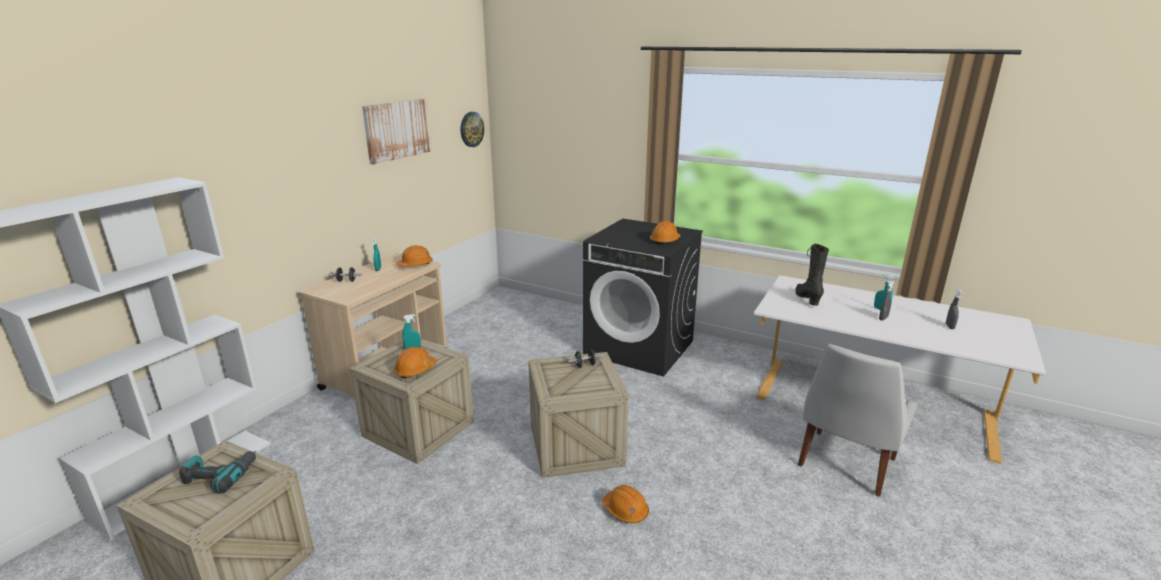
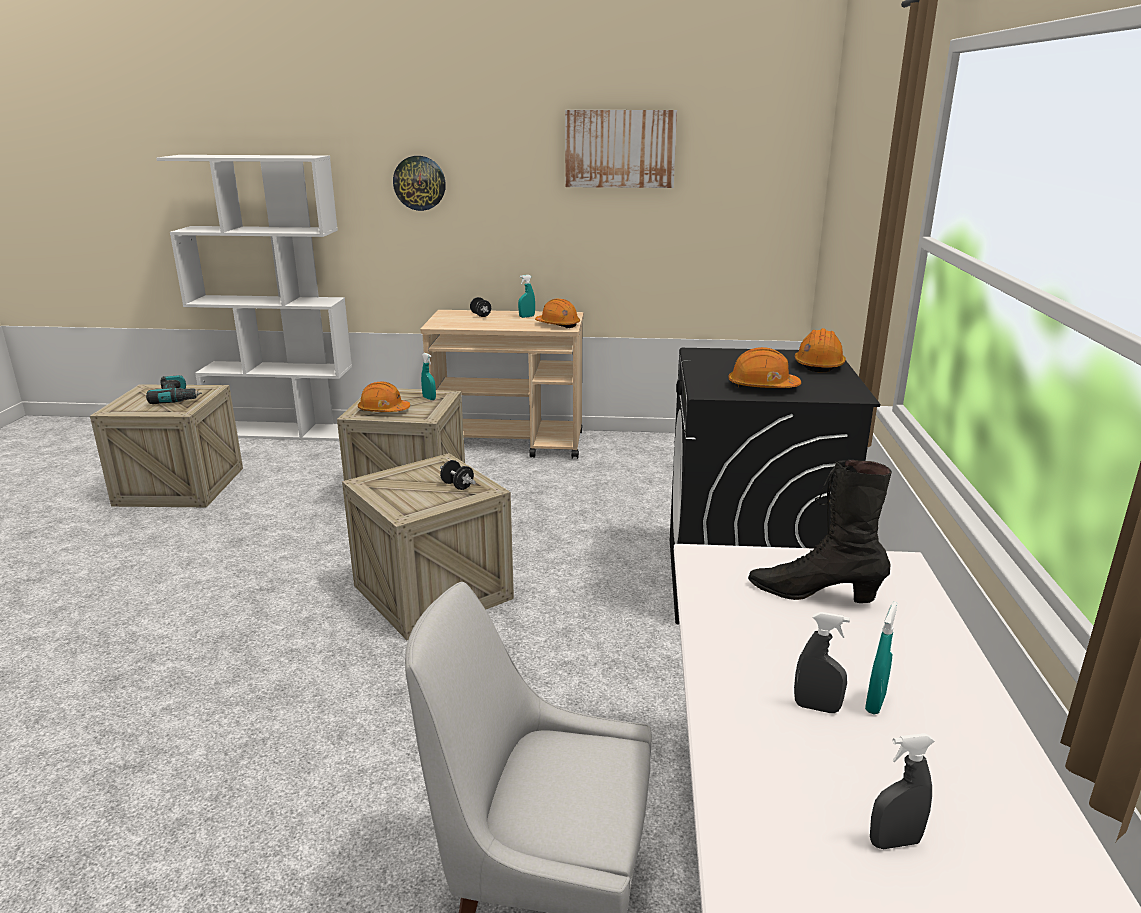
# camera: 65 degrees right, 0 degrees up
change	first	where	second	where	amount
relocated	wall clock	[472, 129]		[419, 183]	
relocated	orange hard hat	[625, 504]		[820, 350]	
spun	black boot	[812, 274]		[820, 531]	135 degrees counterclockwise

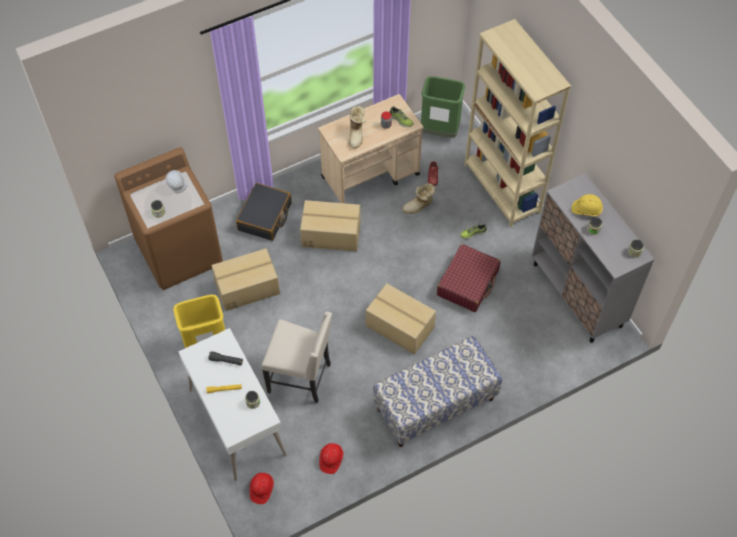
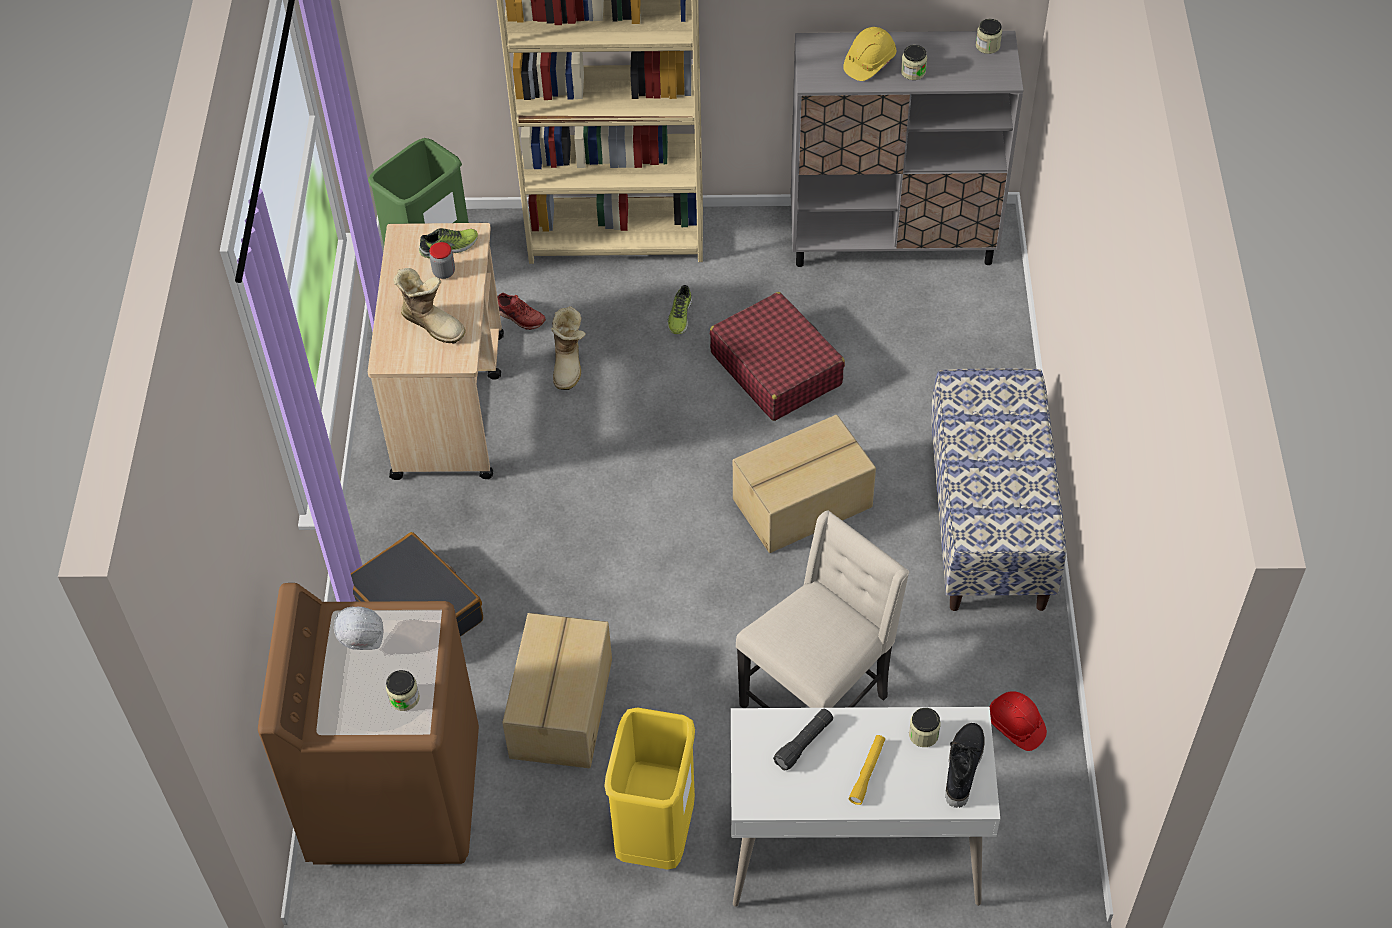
# camera: 60 degrees left, 5 degrees down
change	first	where	second	where	amount
missing	red hard hat	[261, 488]			
missing	cardboard box	[330, 225]			
appeared			black boot	[965, 765]	

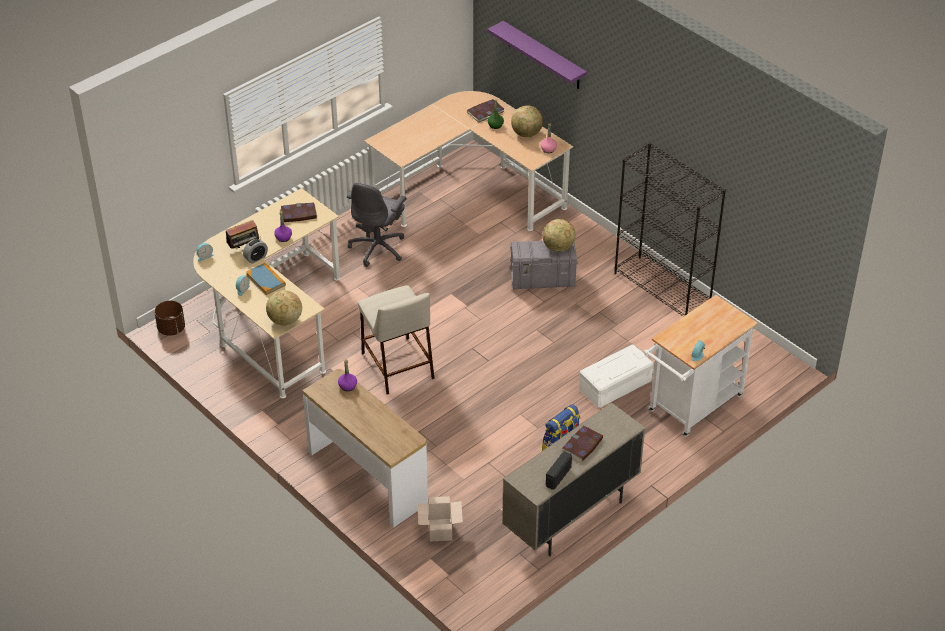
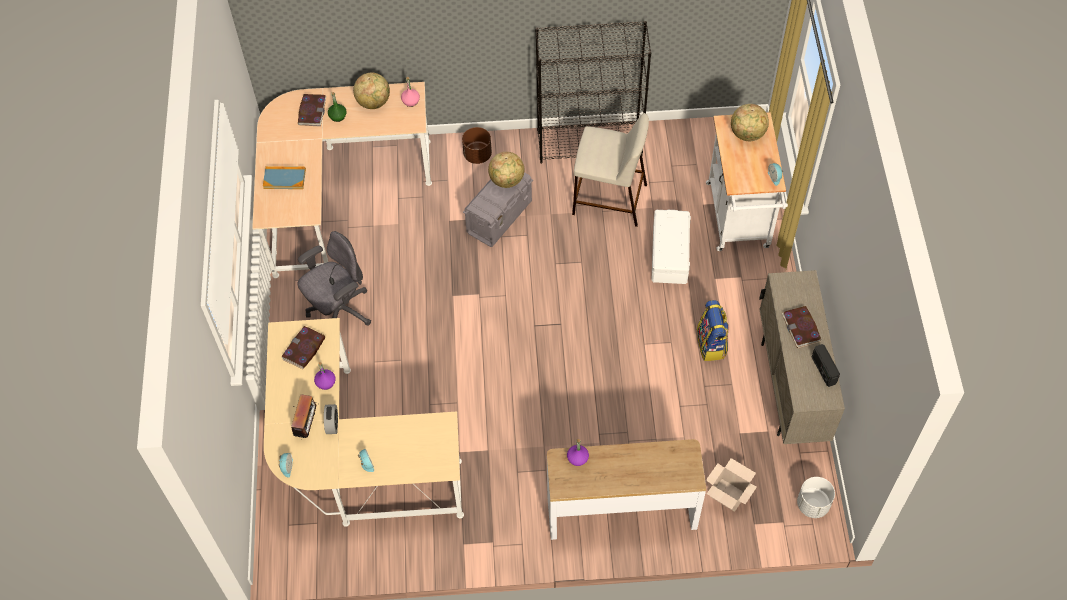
# camera: 50 degrees left, 15 degrees up
change	first	where	second	where	amount
missing	purple shelf	[537, 55]			
appeared			white planter	[816, 497]	
relocated	brown planter	[169, 318]		[477, 145]	
relocated	book	[266, 279]		[284, 177]	
relocated	globe	[284, 308]		[750, 122]	
relocated	beige stool	[396, 340]		[610, 170]	
spun	grey office chair	[376, 224]		[334, 278]	105 degrees counterclockwise

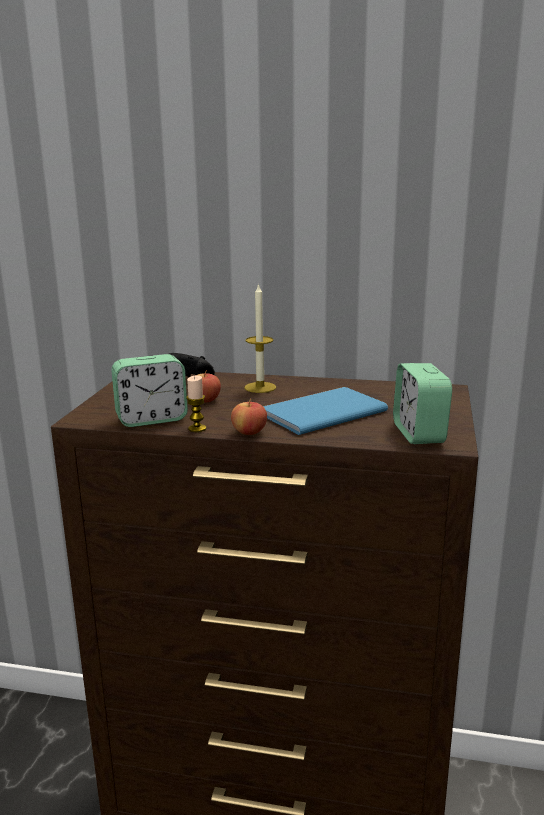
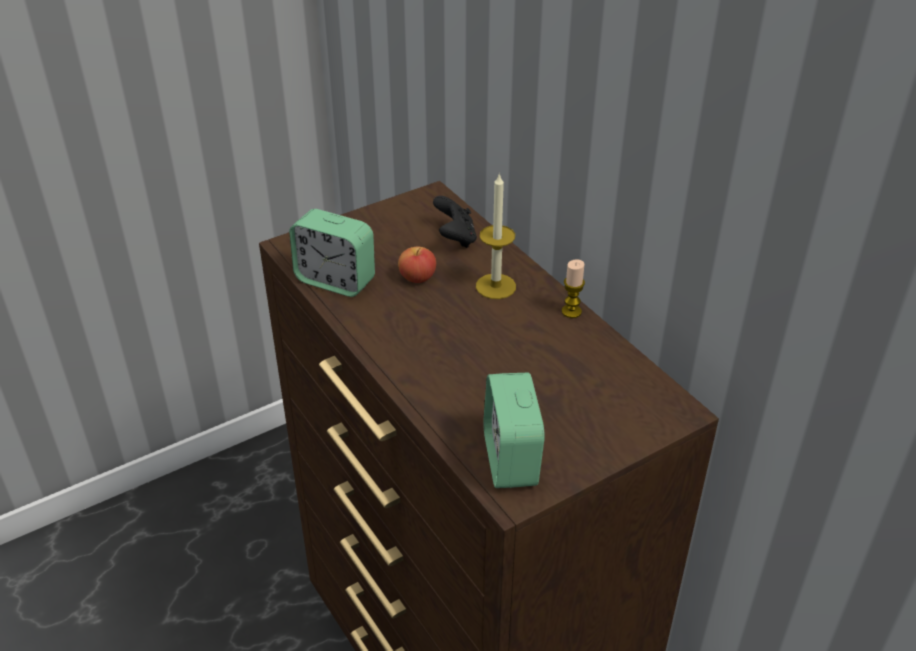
# camera: 45 degrees right, 20 degrees up
change	first	where	second	where	amount
missing	apple	[249, 416]			
missing	blue book	[325, 411]			
relocated	candle	[196, 403]		[573, 288]	
spun	alarm clock	[422, 403]		[514, 430]	45 degrees counterclockwise

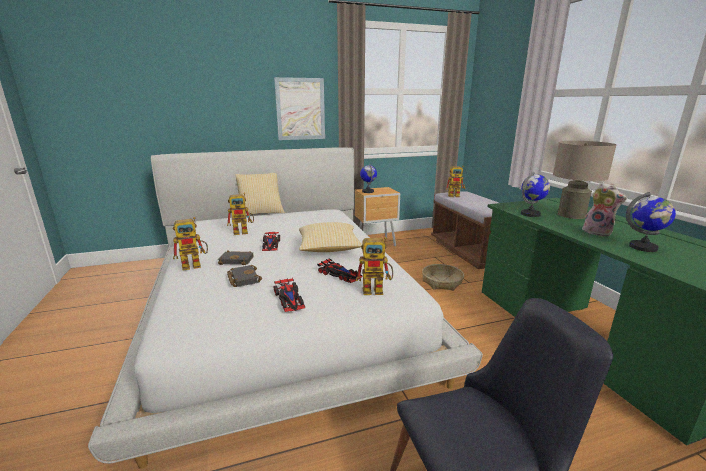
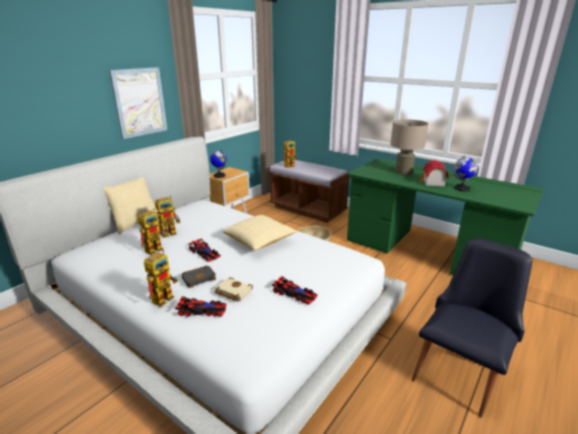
# camera: 35 degrees left, 5 degrees up
change	first	where	second	where	amount
missing	globe	[535, 194]			
relocated	toy car	[340, 271]		[201, 306]	
relocated	toy robot	[374, 266]		[167, 217]	
exchanged	plush toy	[604, 209]	toy house	[433, 173]	
colour	black book	[244, 276]	beige book	[233, 289]	

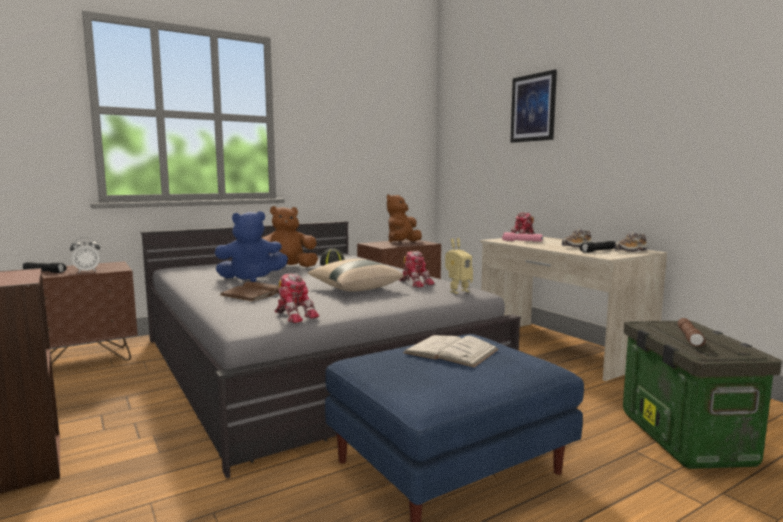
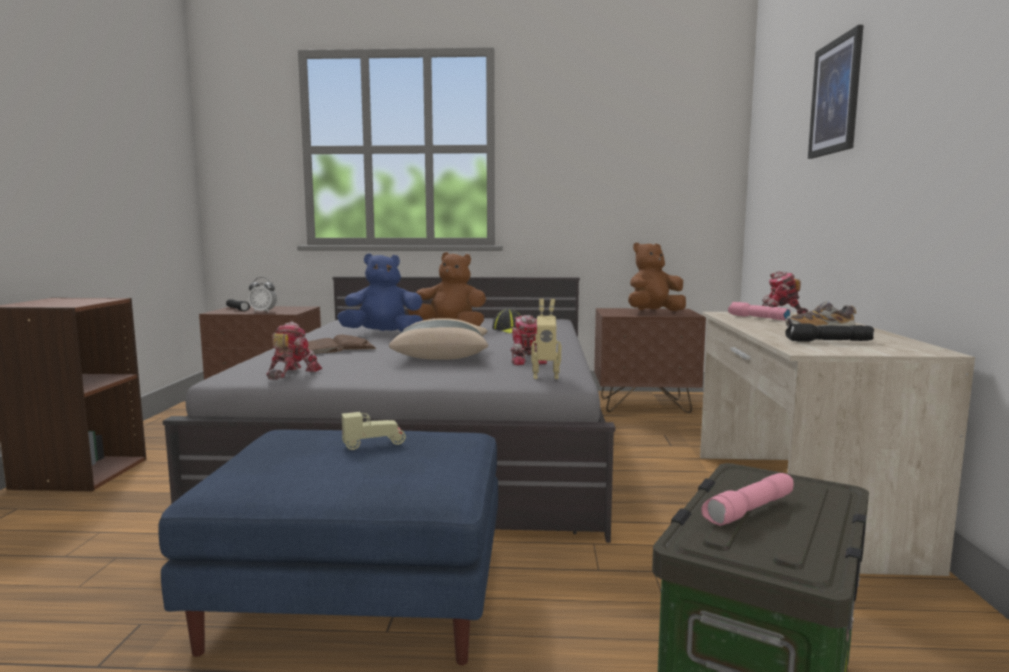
# camera: 35 degrees right, 0 degrees up
change	first	where	second	where	amount
missing	shoe	[630, 242]			
exchanged	white book	[451, 351]	beige toy car	[374, 431]	
colour	brown flashlight	[692, 332]	pink flashlight	[747, 499]	
spun	blue plush toy	[251, 246]		[380, 293]	150 degrees clockwise
spun	toy robot	[297, 298]		[294, 351]	150 degrees counterclockwise

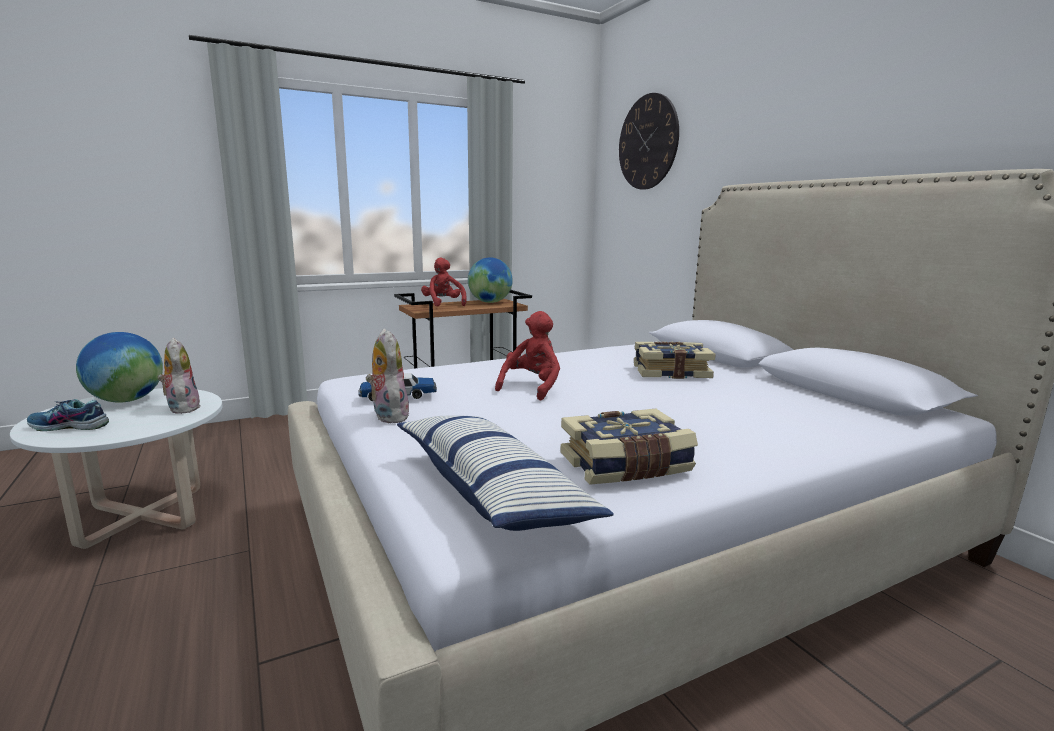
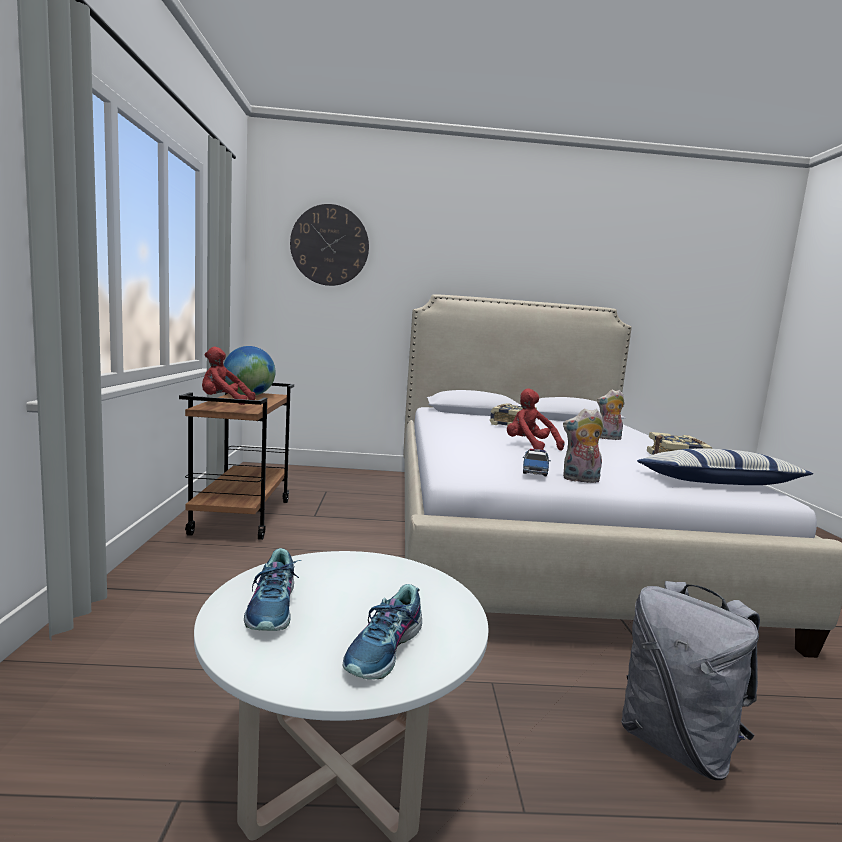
# camera: 65 degrees left, 5 degrees down
change	first	where	second	where	amount
appeared			grey backpack	[690, 680]	
relocated	plush toy	[179, 376]		[611, 415]	
exchanged	globe	[119, 367]	shoe	[273, 589]	

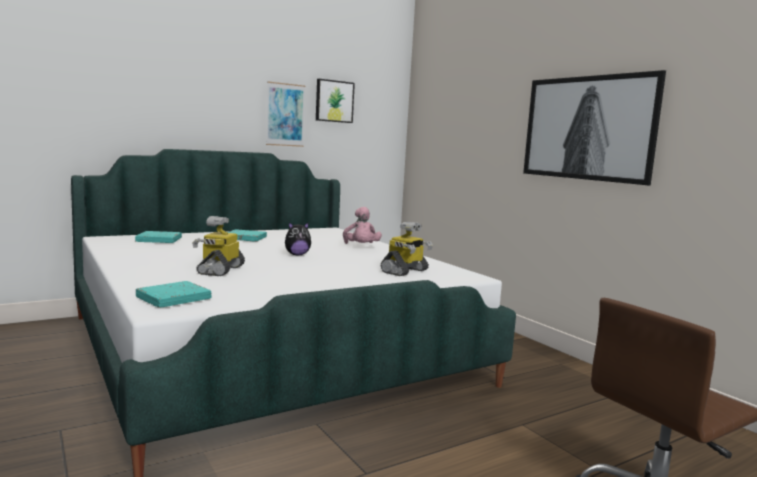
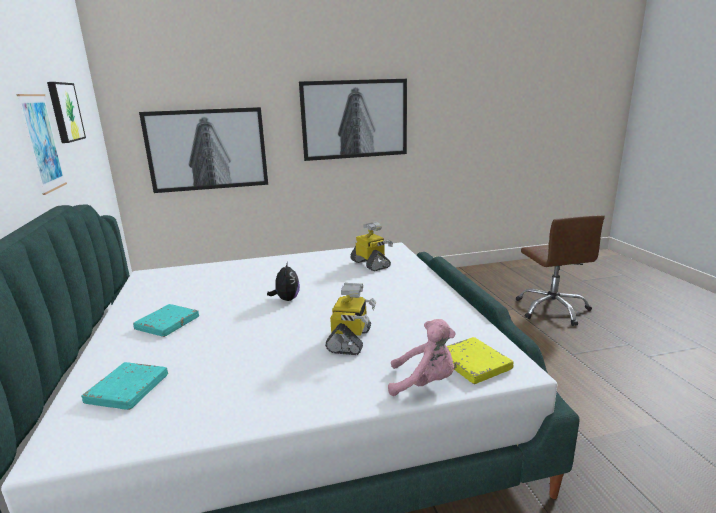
# camera: 70 degrees left, 10 degrees up
change	first	where	second	where	amount
appeared			picture	[203, 150]	
relocated	pink plush toy	[362, 225]		[421, 357]	
colour	turquoise book	[174, 294]	yellow book	[480, 360]	
spun	toy robot	[218, 246]		[350, 319]	105 degrees counterclockwise

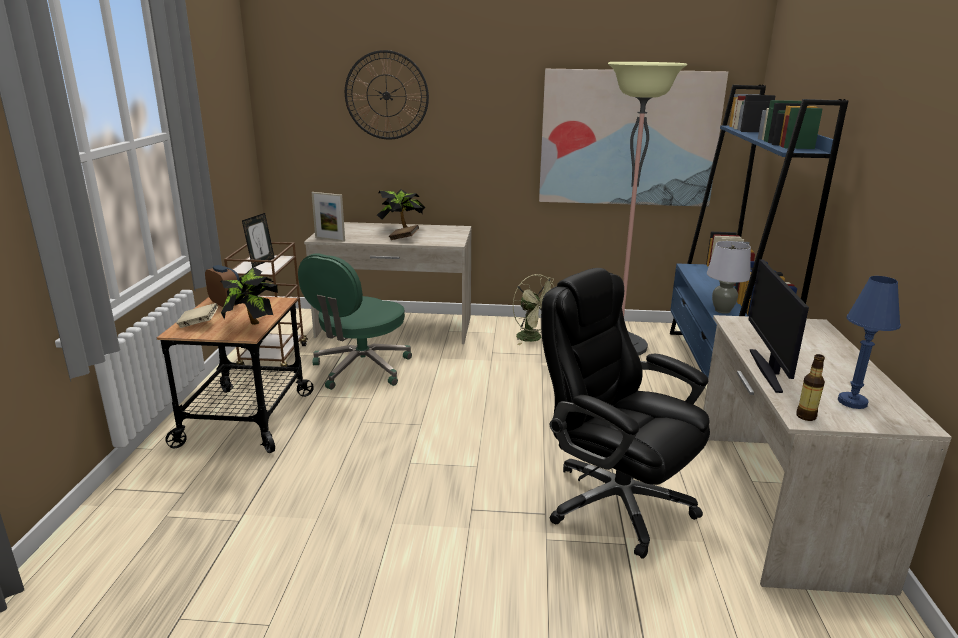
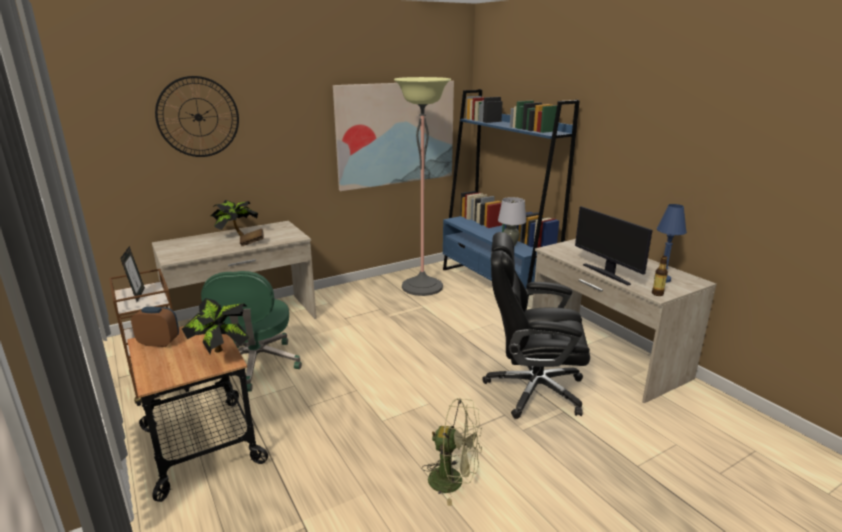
# camera: 35 degrees left, 0 degrees up
change	first	where	second	where	amount
missing	beige book	[197, 315]			
missing	picture frame	[328, 217]			
relocated	green fan	[533, 309]		[452, 452]	

